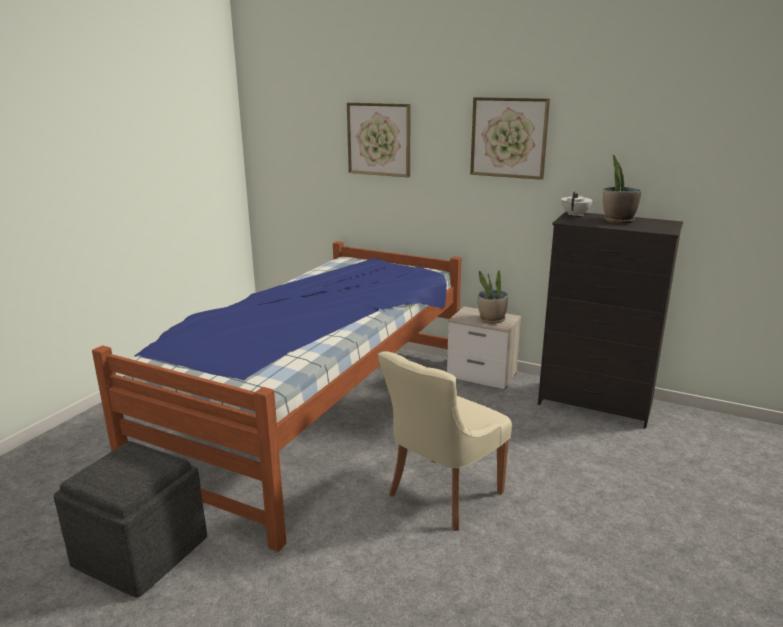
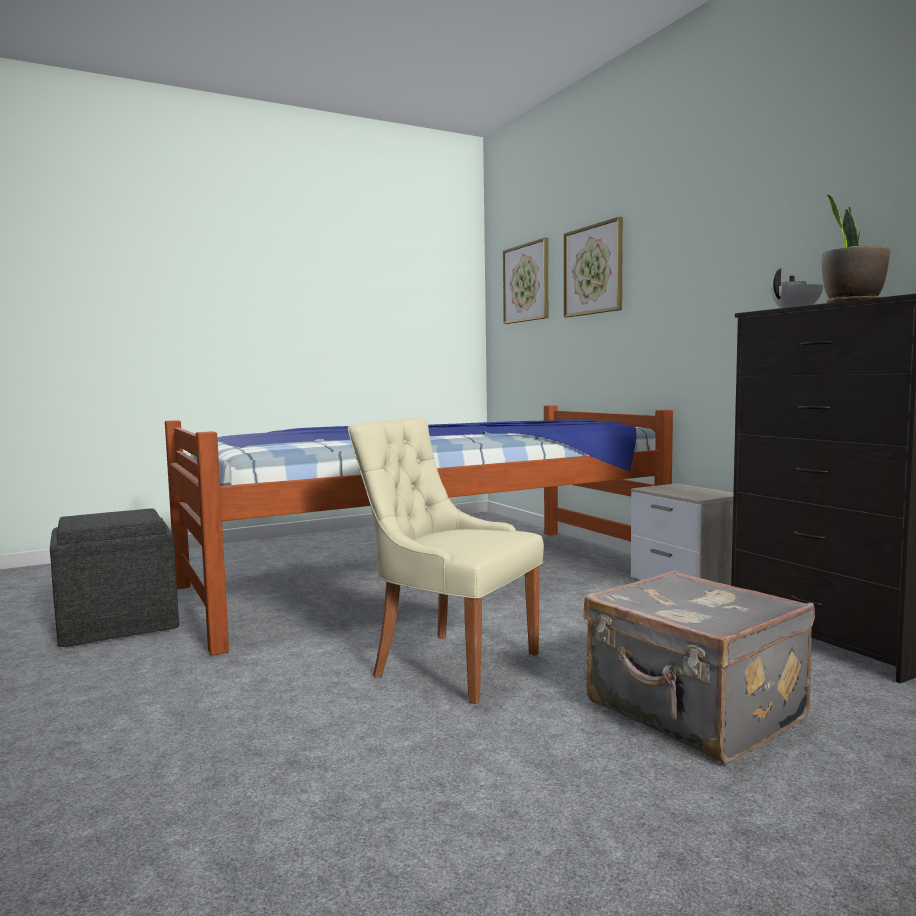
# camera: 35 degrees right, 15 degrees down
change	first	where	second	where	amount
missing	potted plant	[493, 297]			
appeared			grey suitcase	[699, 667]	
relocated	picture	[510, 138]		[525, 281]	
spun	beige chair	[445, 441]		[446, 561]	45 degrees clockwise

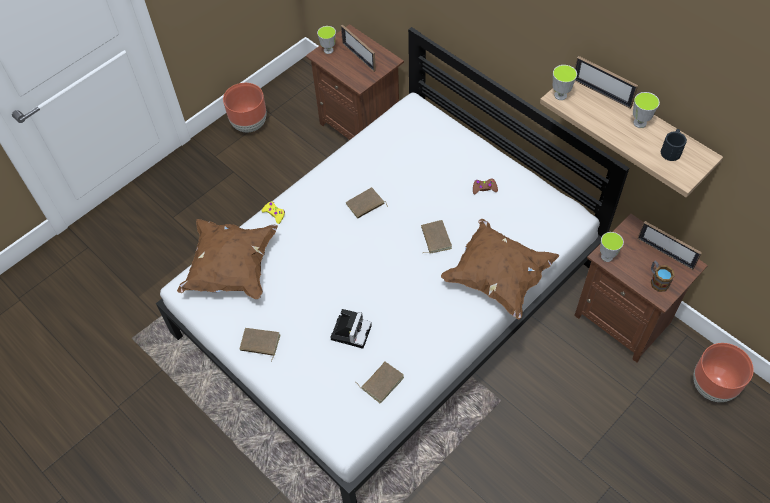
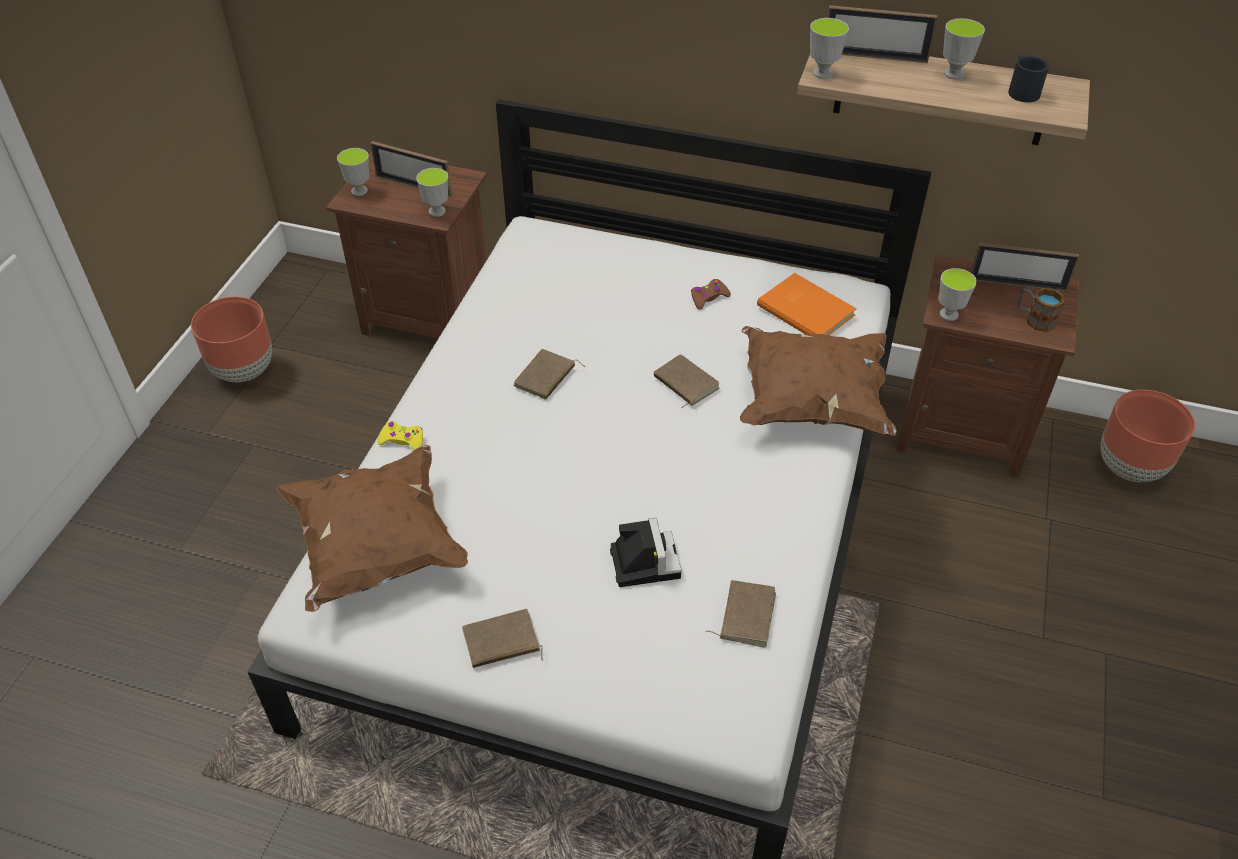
# camera: 30 degrees left, 10 degrees down
change	first	where	second	where	amount
appeared			cup	[432, 192]	
appeared			orange book	[807, 304]	

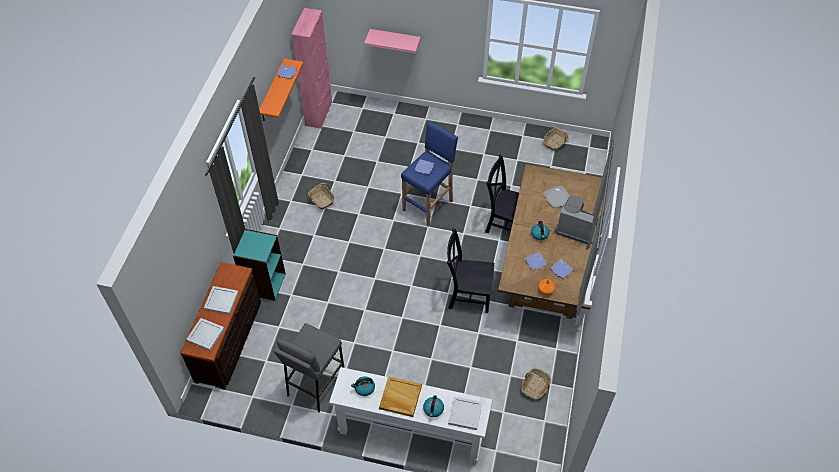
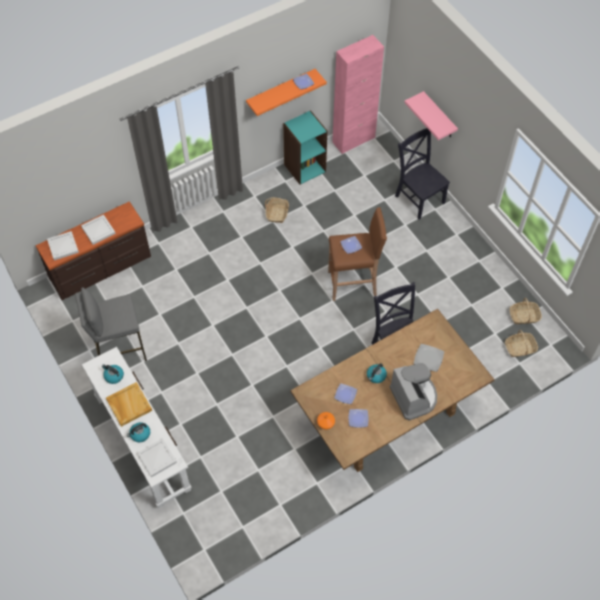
# camera: 45 degrees right, 5 degrees up
change	first	where	second	where	amount
relocated	turquoise bookcase	[259, 265]		[305, 147]	
relocated	black chair	[470, 270]		[422, 174]	
relocated	basket	[536, 384]		[521, 343]	
colour	blue stool	[429, 174]	brown stool	[357, 254]	

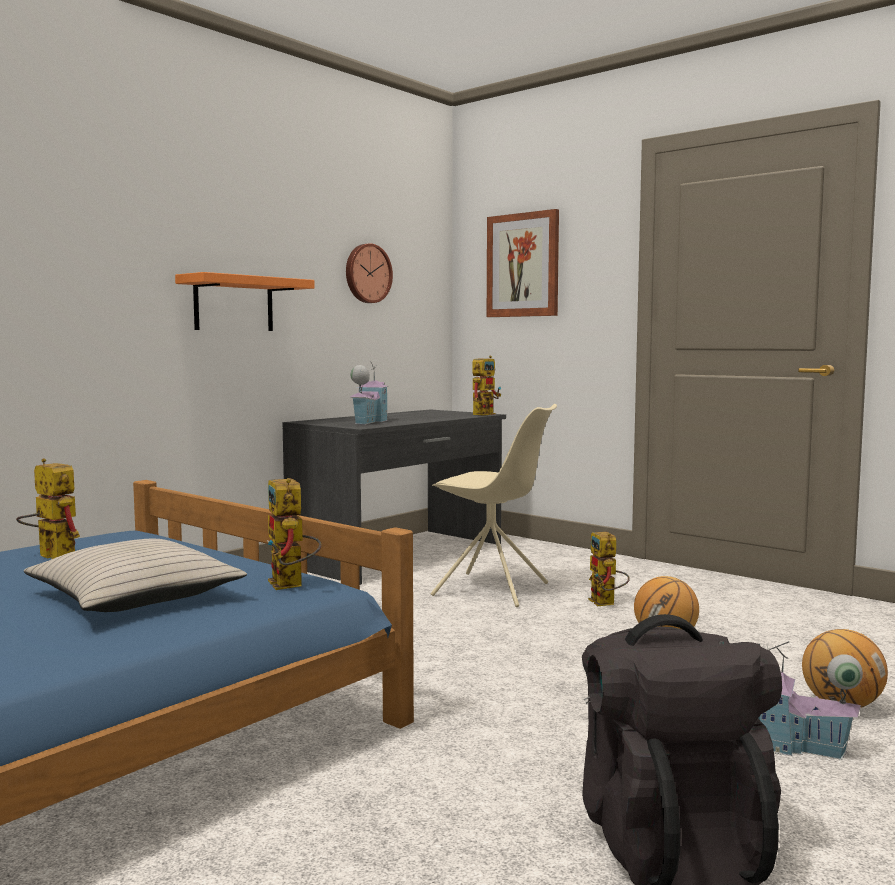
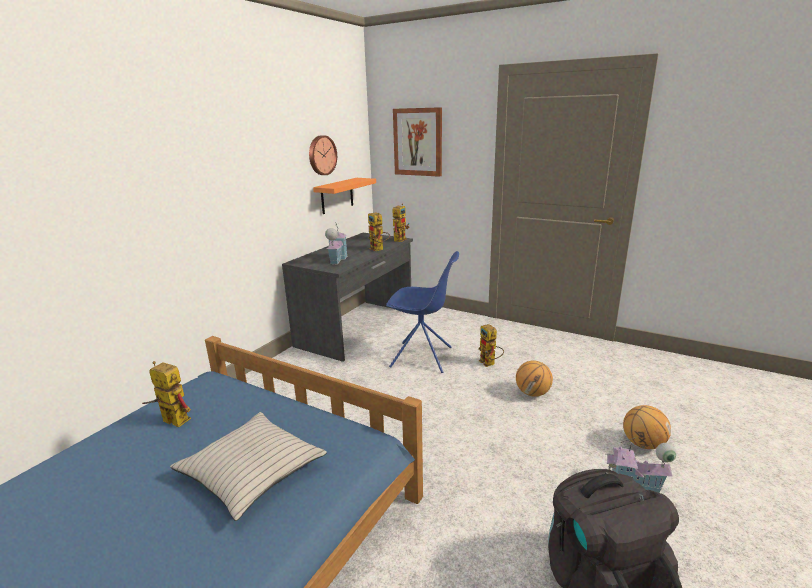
# camera: 10 degrees left, 15 degrees up
change	first	where	second	where	amount
relocated	orange shelf	[245, 301]		[344, 196]	
relocated	toy robot	[294, 534]		[379, 231]	
colour	beige chair	[494, 505]	blue chair	[422, 312]	

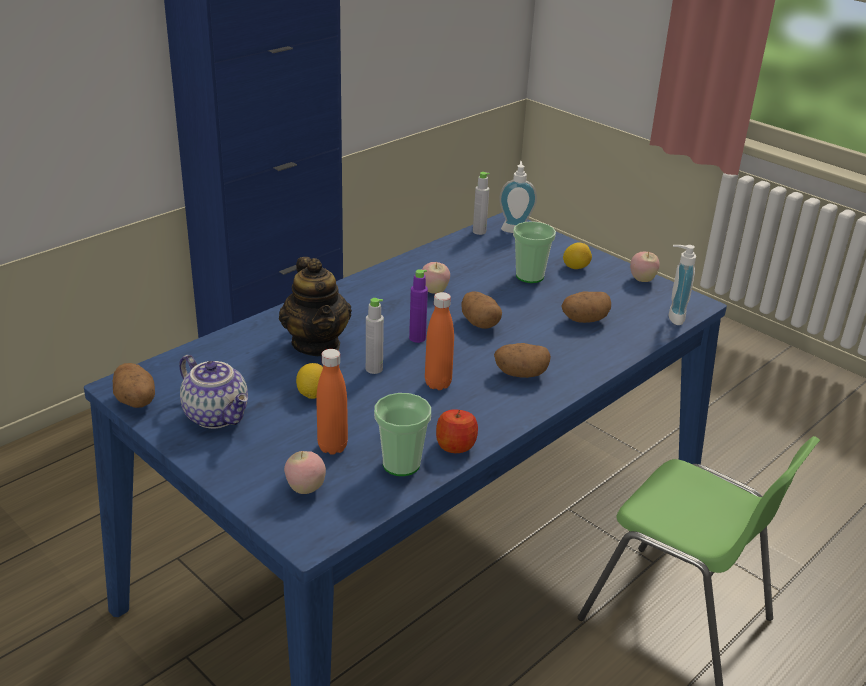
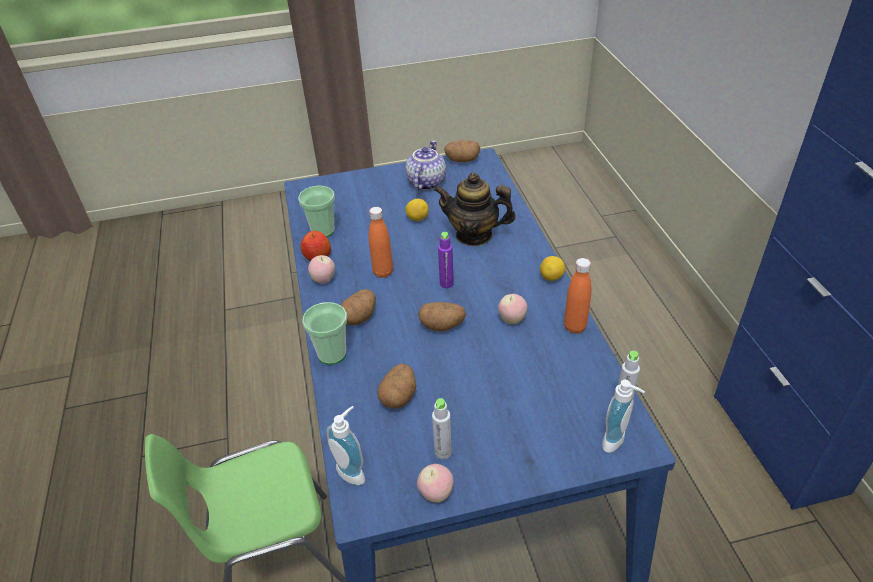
# camera: 125 degrees right, 10 degrees up
change	first	where	second	where	amount
relocated	apple	[305, 472]		[321, 269]	
relocated	orange bottle	[332, 402]		[577, 295]	
relocated	grey bottle	[375, 336]		[442, 428]	
relocated	cup	[534, 252]		[324, 333]	
relocated	lemon	[577, 255]		[552, 268]	
spun	teapot	[214, 392]		[426, 165]	120 degrees clockwise

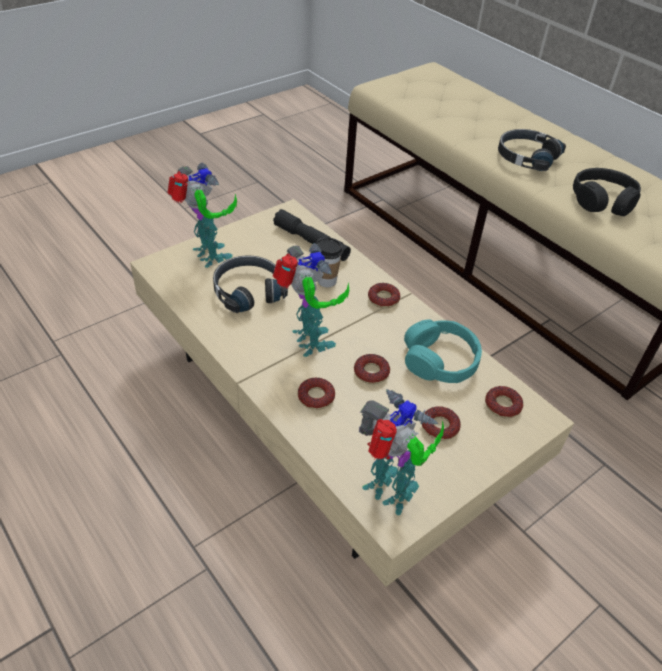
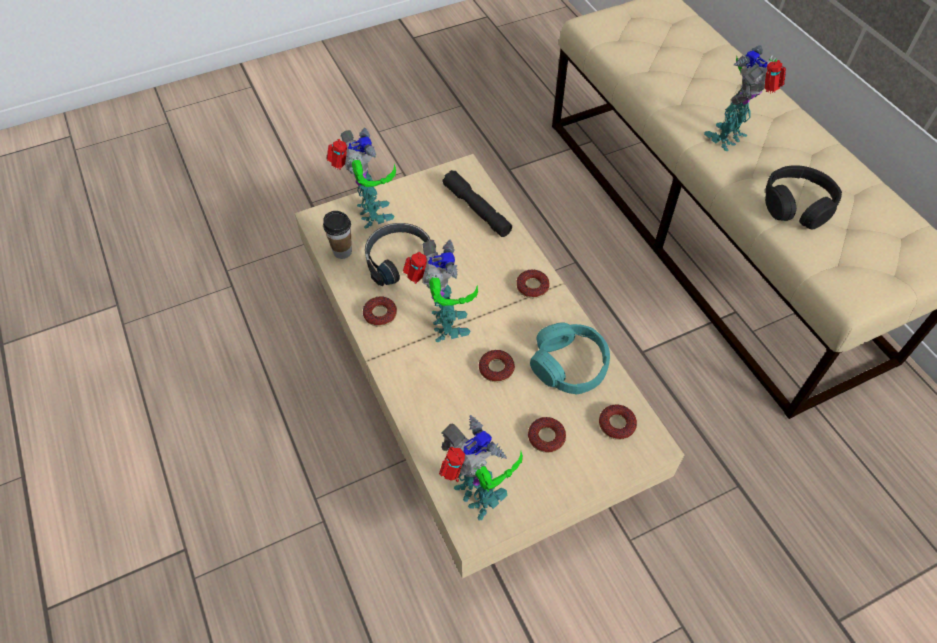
# camera: 15 degrees right, 10 degrees up
change	first	where	second	where	amount
relocated	donut	[316, 393]		[380, 312]	
relocated	cup	[330, 262]		[337, 235]	
exchanged	black headphones	[532, 150]	toy robot	[745, 98]	

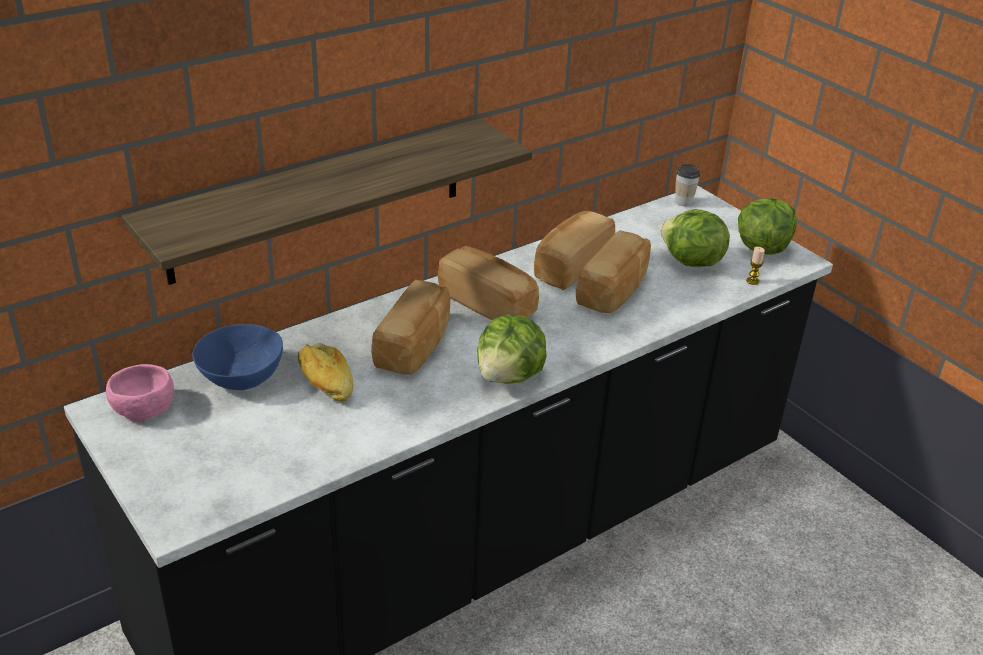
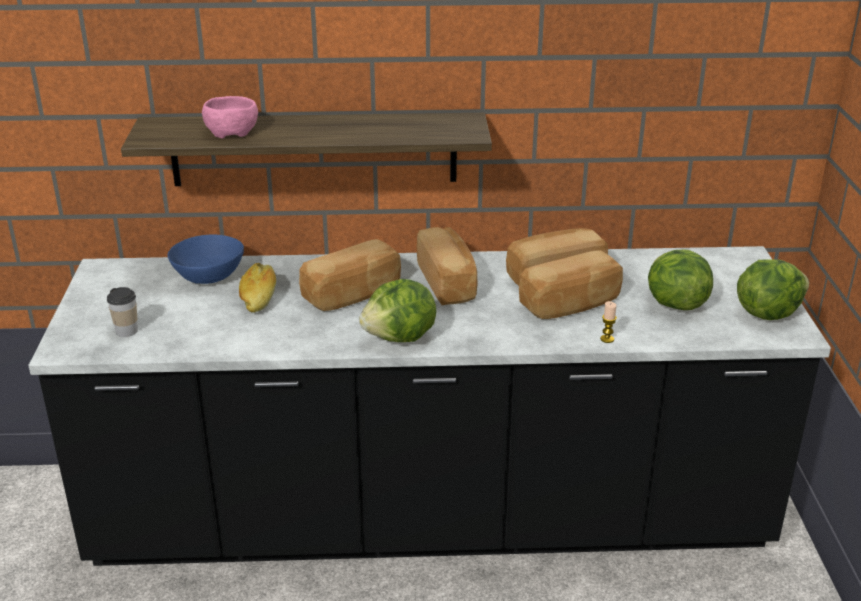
# camera: 35 degrees right, 5 degrees down
change	first	where	second	where	amount
relocated	pink bowl	[140, 393]		[230, 117]	
relocated	cup	[687, 185]		[122, 312]	
relocated	candle	[755, 266]		[608, 322]	

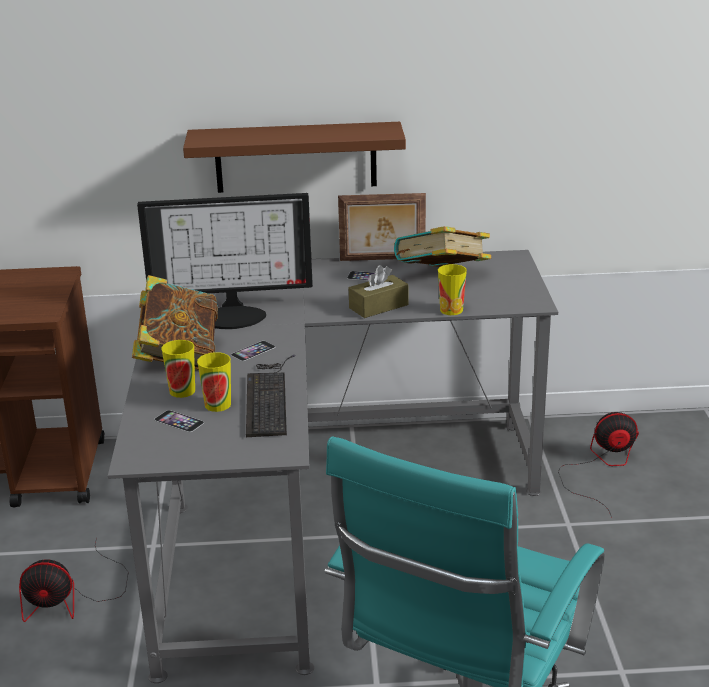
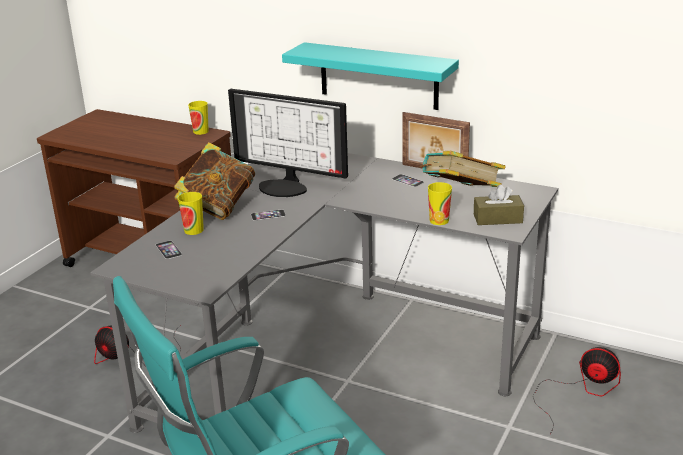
# camera: 30 degrees right, 0 degrees up
change	first	where	second	where	amount
missing	keyboard	[271, 396]			
relocated	cup	[214, 382]		[198, 118]	
relocated	brown tissue box	[378, 291]		[499, 204]	
colour	brown shelf	[294, 157]	turquoise shelf	[370, 76]	

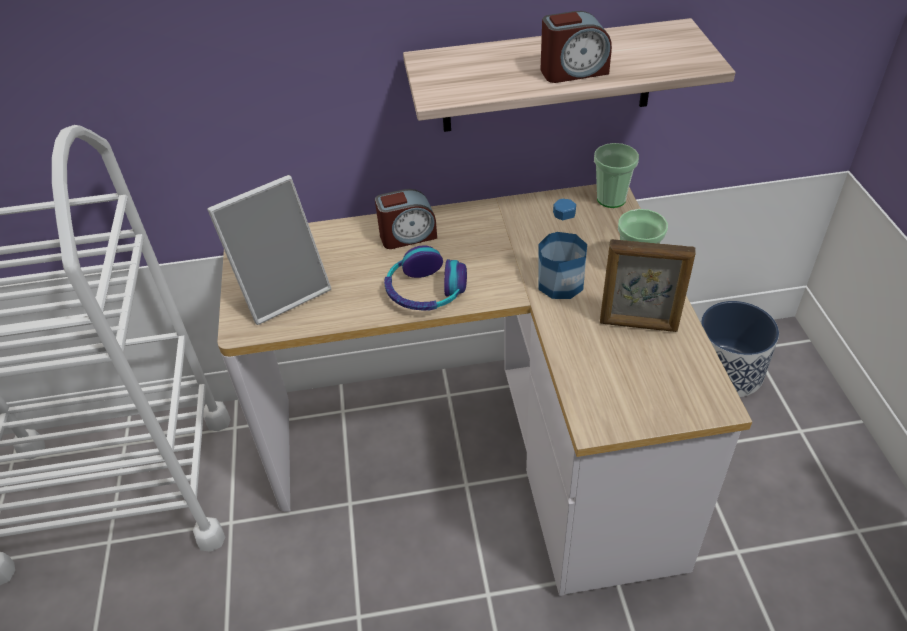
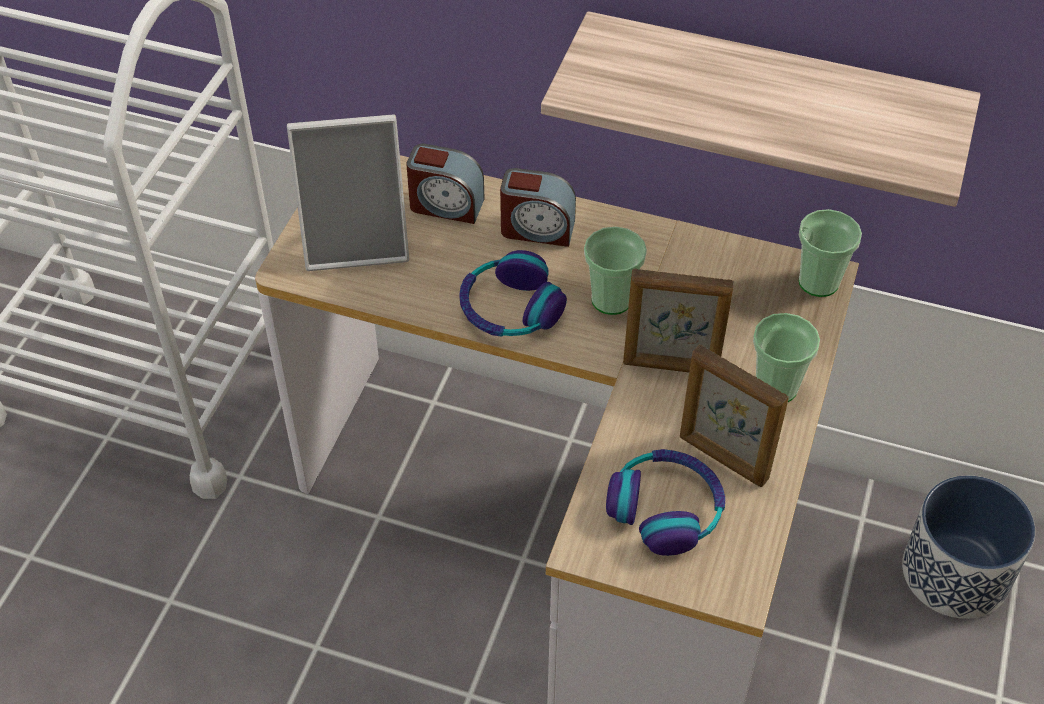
# camera: 25 degrees right, 5 degrees up
change	first	where	second	where	amount
appeared			cup	[615, 271]	
appeared			headphones	[665, 502]	
relocated	alarm clock	[576, 47]		[445, 184]	
exchanged	bottle	[562, 249]	picture frame	[678, 321]	

